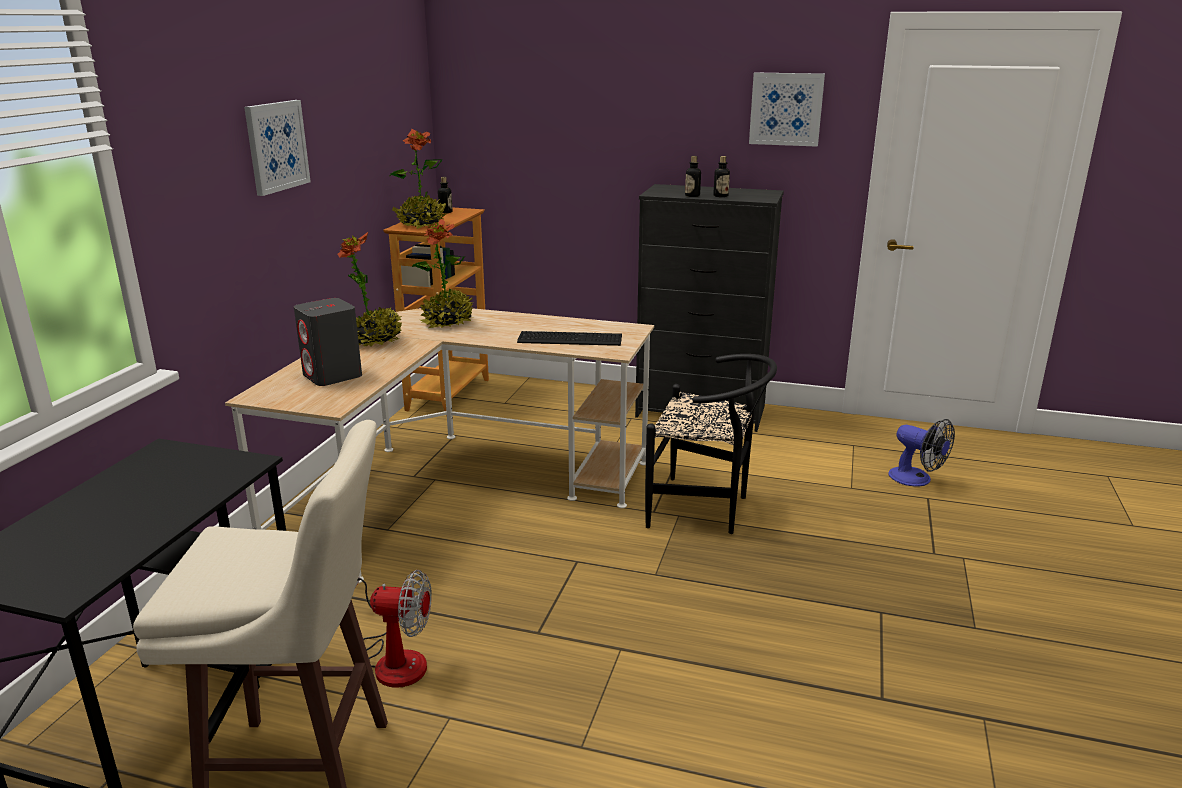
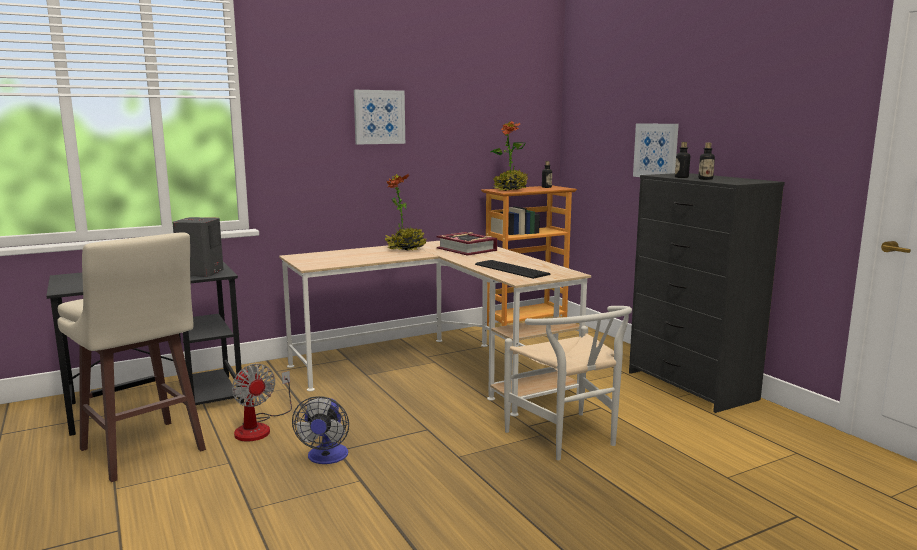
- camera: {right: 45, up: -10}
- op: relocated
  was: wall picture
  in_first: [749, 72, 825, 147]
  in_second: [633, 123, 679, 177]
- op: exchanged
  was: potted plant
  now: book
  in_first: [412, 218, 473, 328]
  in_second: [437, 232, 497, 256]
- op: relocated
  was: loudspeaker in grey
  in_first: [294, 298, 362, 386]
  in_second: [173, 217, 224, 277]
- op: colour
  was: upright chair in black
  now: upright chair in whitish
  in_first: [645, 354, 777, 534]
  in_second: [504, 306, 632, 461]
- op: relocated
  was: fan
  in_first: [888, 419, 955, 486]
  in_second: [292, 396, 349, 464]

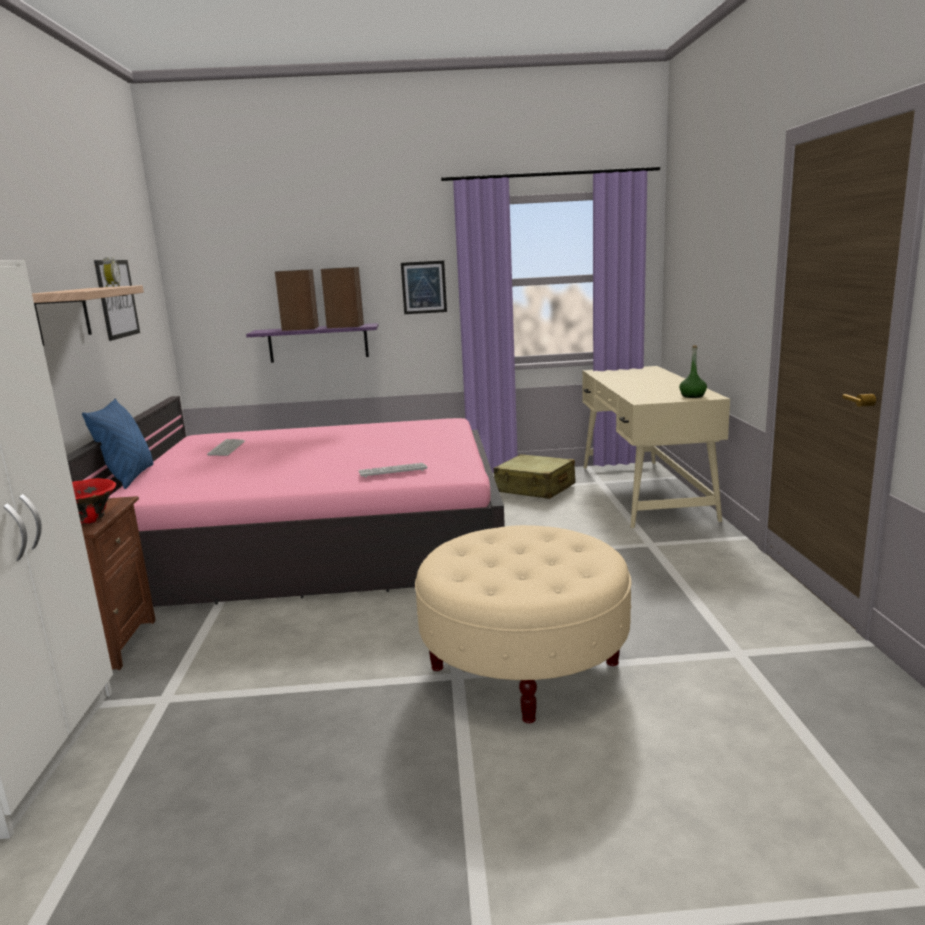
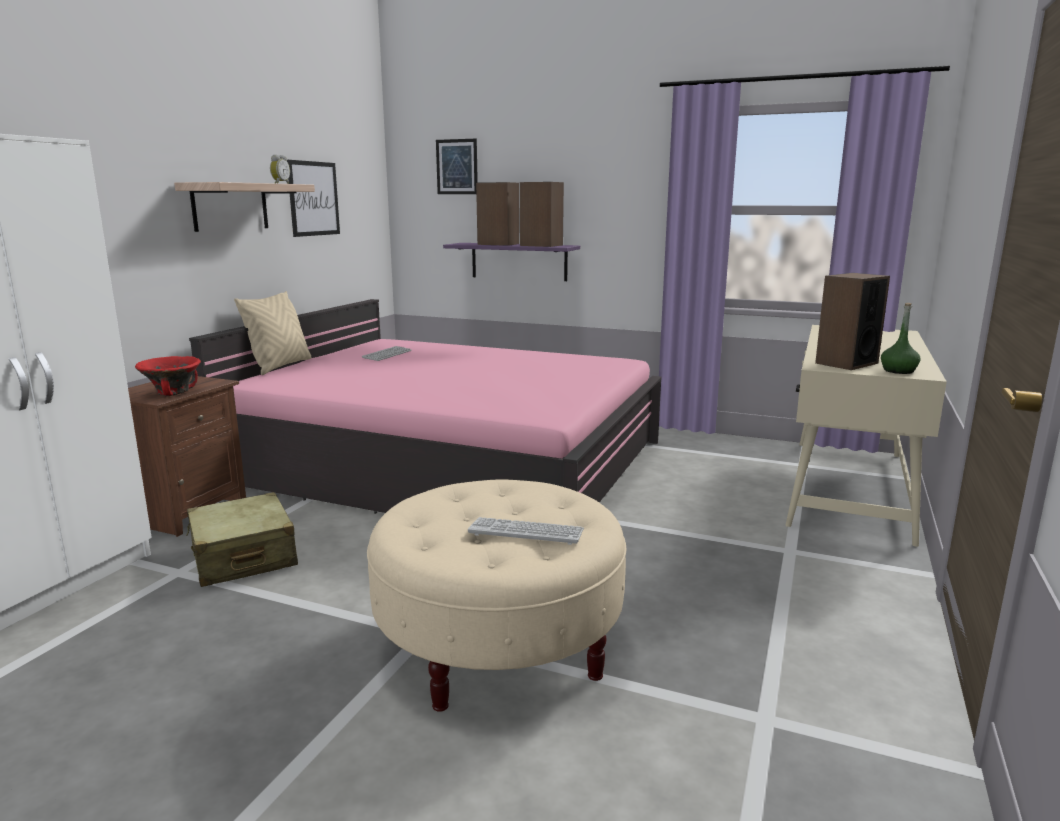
- camera: {right: 25, up: 0}
- op: relocated
  was: wall picture
  in_first: [401, 261, 447, 314]
  in_second: [436, 139, 478, 194]
- op: colour
  was: pillow in blue-coloured
  now: pillow in beige-coloured
  in_first: [82, 398, 153, 489]
  in_second: [234, 291, 312, 375]
- op: relocated
  was: suitcase in beige-coloured
  in_first: [494, 454, 575, 499]
  in_second: [186, 492, 298, 587]
- op: relocated
  was: PC keyboard
  in_first: [359, 463, 427, 477]
  in_second: [468, 517, 584, 545]
- op: appeared
  now: loudspeaker
  in_second: [815, 273, 890, 370]

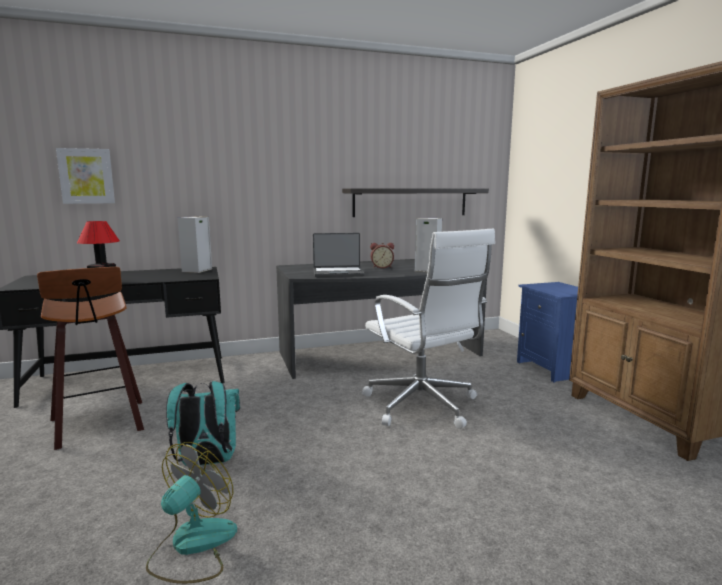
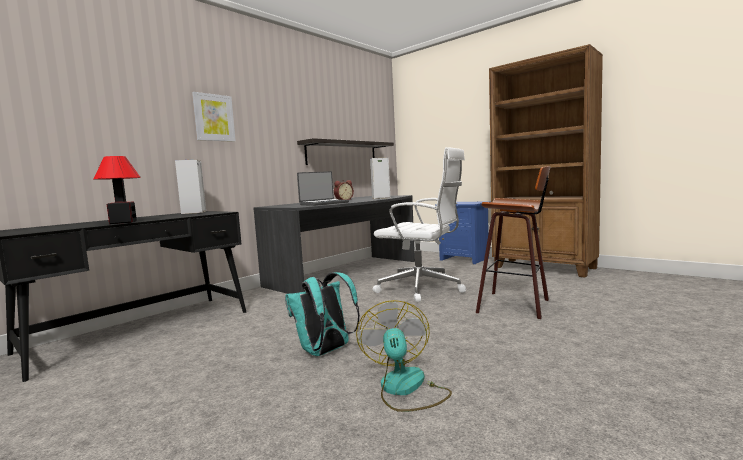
- camera: {right: -30, up: -5}
- op: relocated
  was: wall picture
  in_first: [56, 148, 115, 204]
  in_second: [192, 92, 236, 142]
- op: relocated
  was: stool
  in_first: [37, 267, 144, 450]
  in_second: [476, 166, 551, 319]

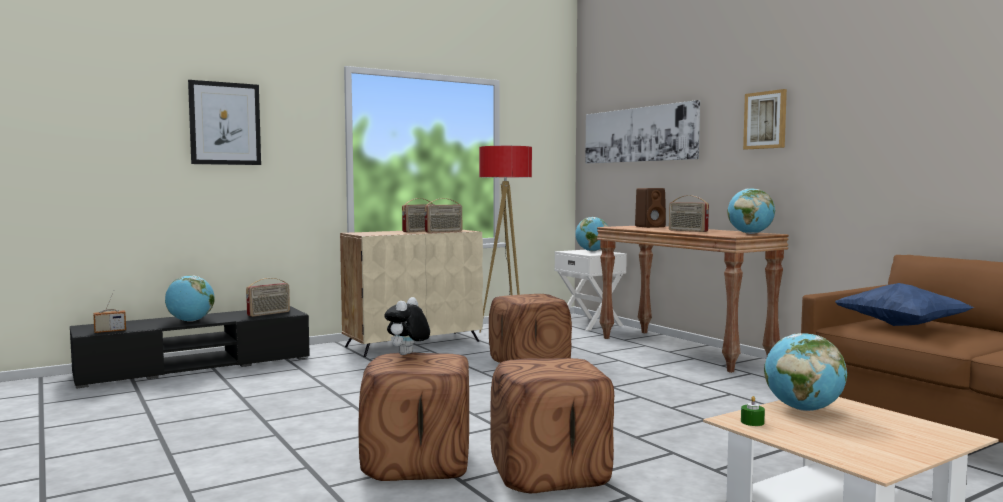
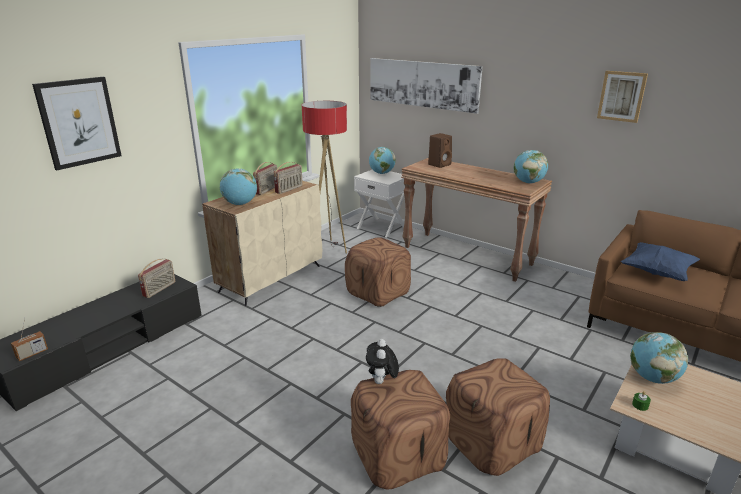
- camera: {right: -20, up: 20}
- op: relocated
  was: wall picture
  in_first: [743, 89, 787, 149]
  in_second: [597, 71, 648, 123]
- op: missing
  was: radio receiver
  in_first: [669, 195, 709, 232]
- op: relocated
  was: desk globe
  in_first: [165, 275, 215, 322]
  in_second: [220, 169, 257, 205]

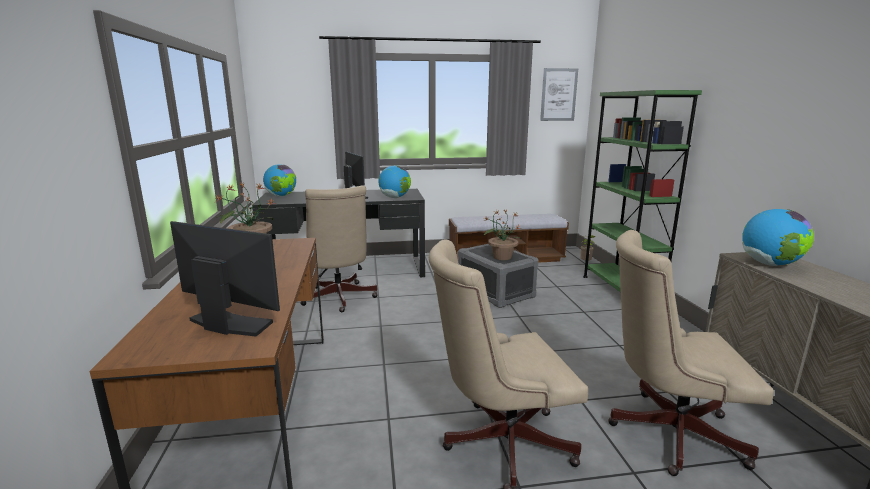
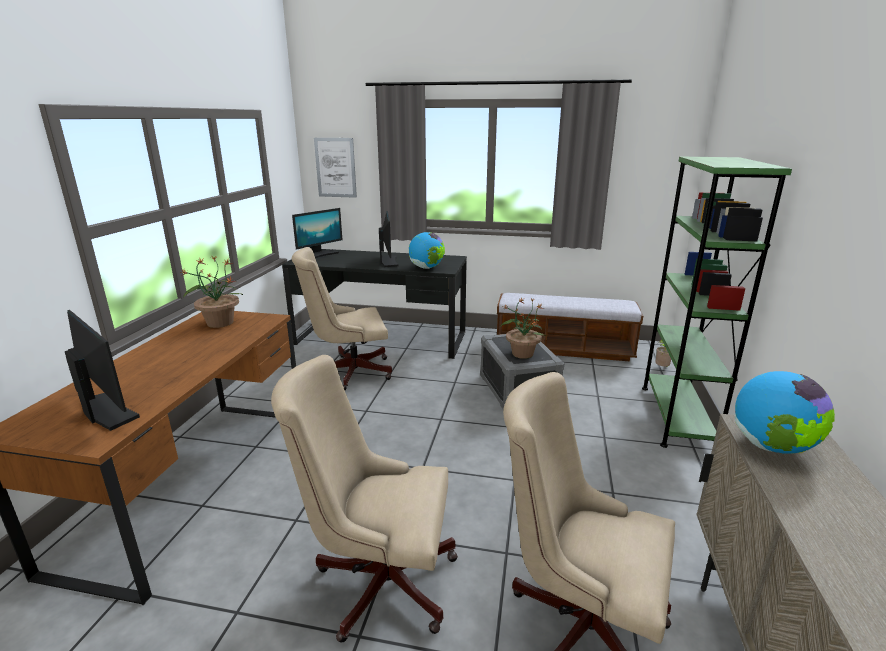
- camera: {right: 20, up: 5}
- op: relocated
  was: wall picture
  in_first: [540, 68, 578, 121]
  in_second: [314, 138, 357, 198]
- op: exchanged
  was: desk globe
  now: monitor
  in_first: [263, 164, 296, 197]
  in_second: [292, 208, 342, 258]
- op: spun
  was: desk chair in beige-coloured
  in_first: [301, 185, 378, 312]
  in_second: [292, 247, 392, 390]
  clockwise: 75

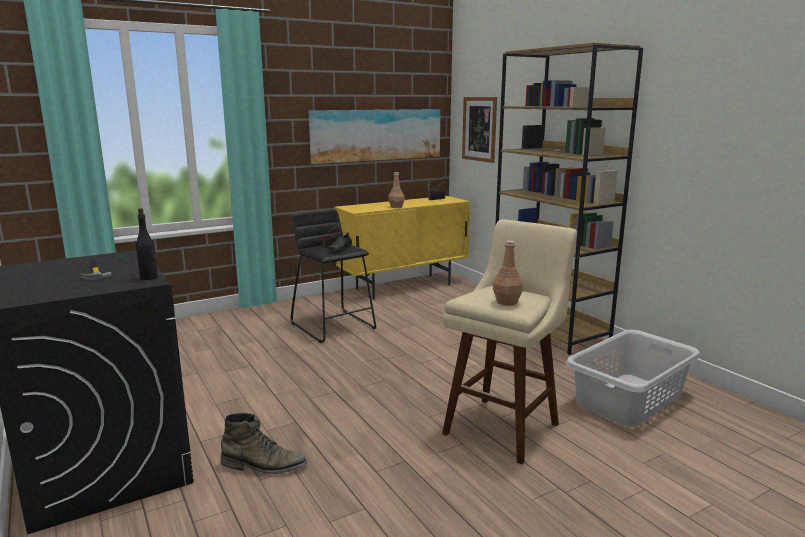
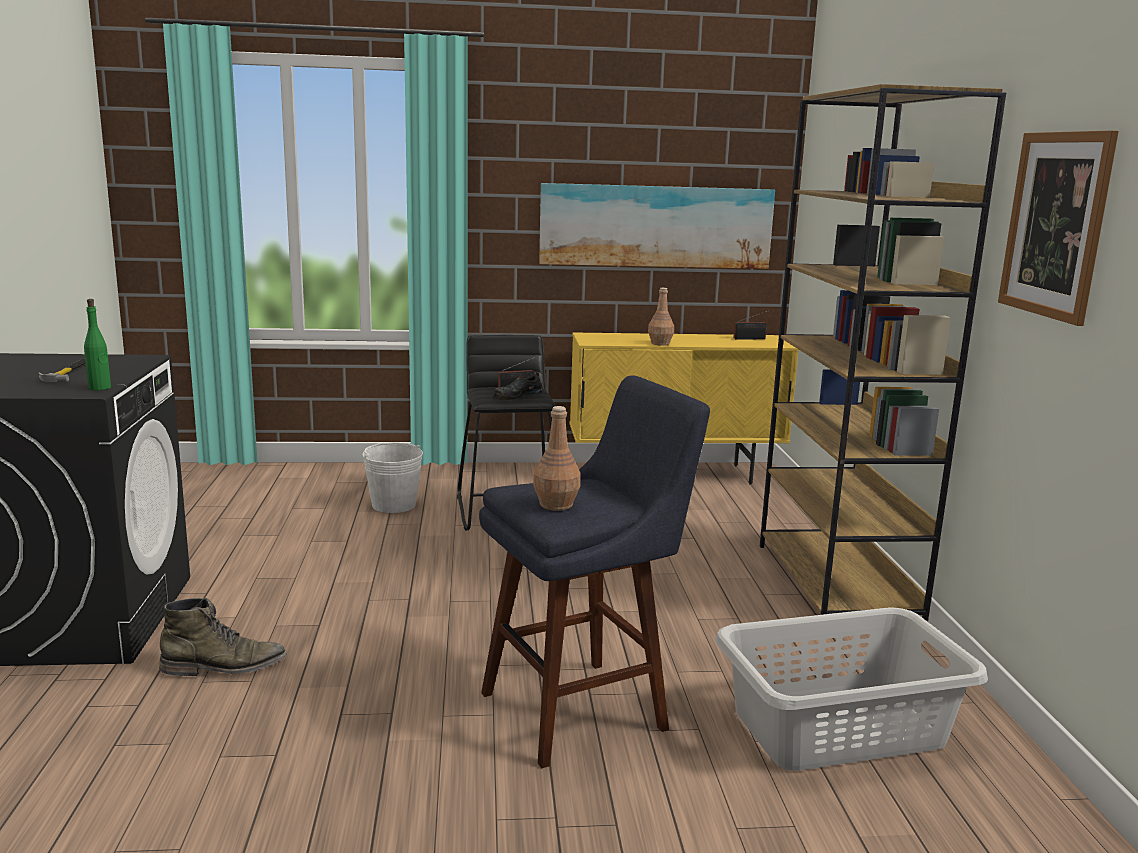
- camera: {right: 25, up: 0}
- op: relocated
  was: wall picture
  in_first: [462, 97, 497, 163]
  in_second: [998, 130, 1119, 326]
- op: colour
  was: drink bottle in black
  now: drink bottle in greenish
  in_first: [136, 208, 158, 280]
  in_second: [84, 299, 111, 390]
- op: colour
  was: stool in beige-coloured
  now: stool in blue-coloured
  in_first: [442, 220, 577, 465]
  in_second: [479, 375, 710, 768]
- op: spun
  was: tall boot in greenish
  in_first: [220, 413, 307, 474]
  in_second: [159, 598, 287, 676]
  clockwise: -45
- op: appeared
  now: water bucket in whitish
  in_second: [362, 442, 423, 513]

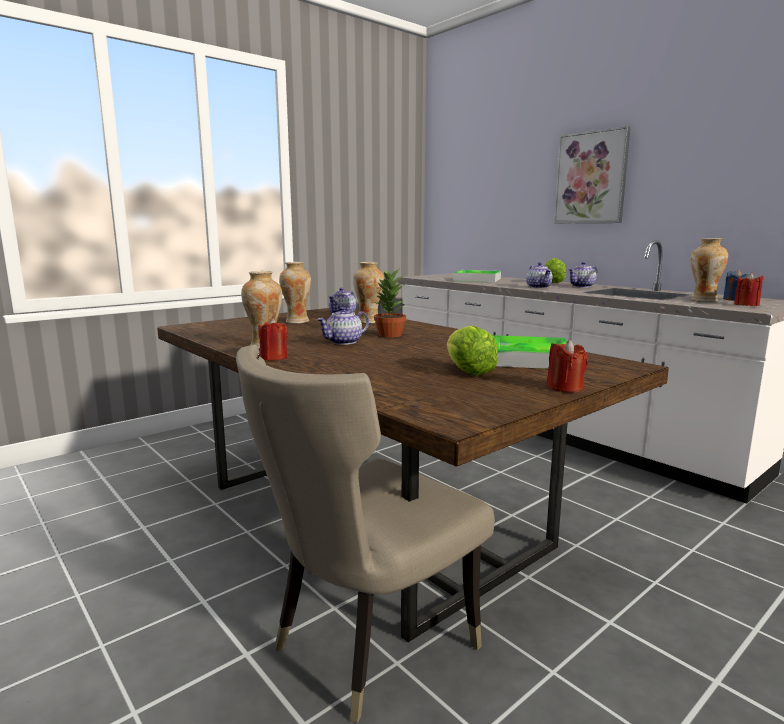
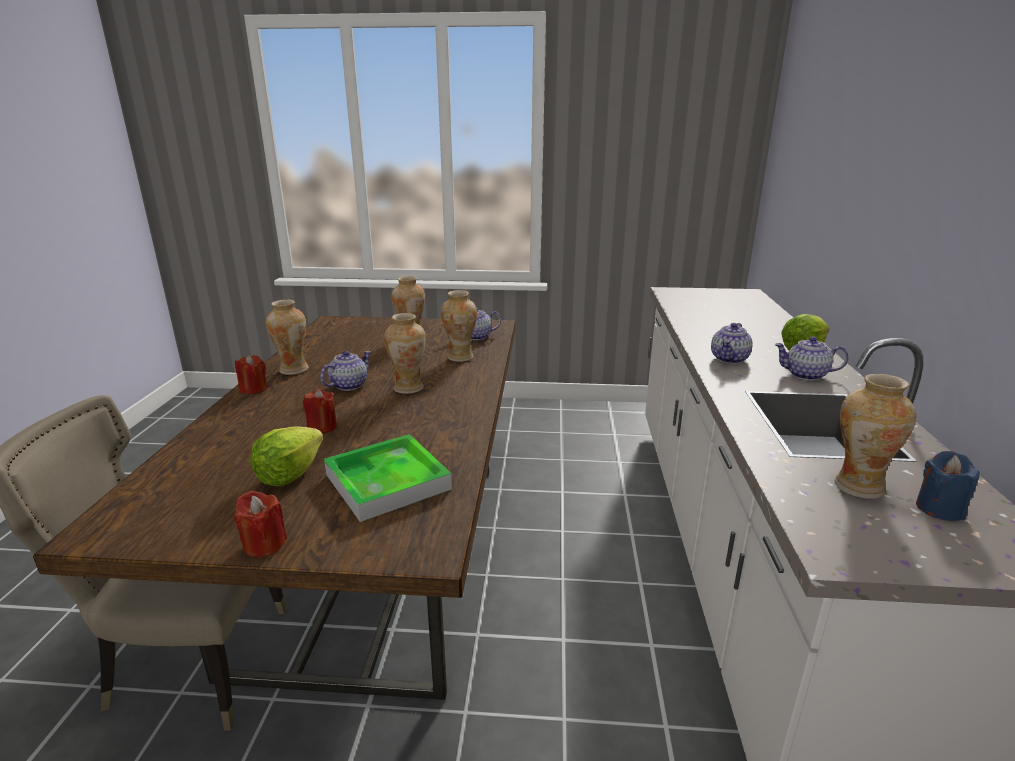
- camera: {right: 45, up: 10}
- op: missing
  was: wall picture
  in_first: [554, 126, 631, 223]
- op: exchanged
  was: potted plant
  now: flower vase
  in_first: [372, 269, 406, 338]
  in_second: [384, 313, 426, 394]
- op: missing
  was: tray
  in_first: [453, 270, 501, 282]
- op: relocated
  was: wax candle in red
  in_first: [734, 273, 764, 306]
  in_second: [303, 389, 337, 434]
- op: spun
  was: pot for tea
  in_first: [317, 307, 369, 345]
  in_second: [320, 351, 371, 391]
  clockwise: 120

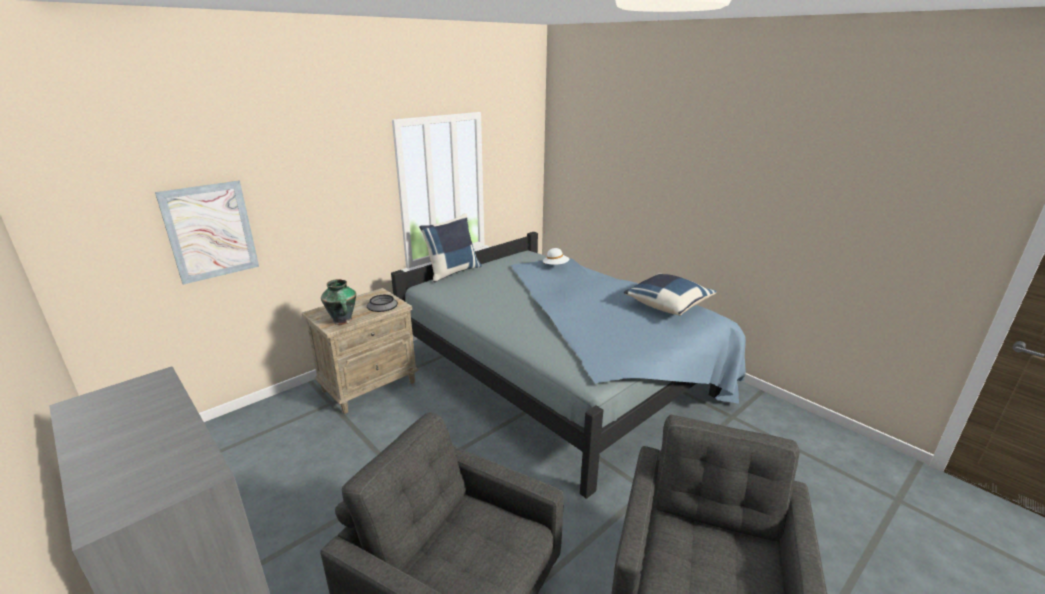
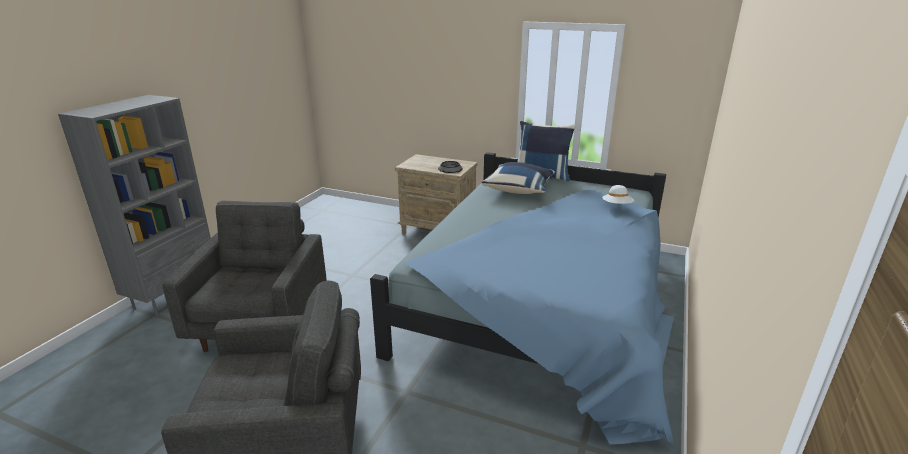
- camera: {right: 65, up: 0}
- op: missing
  was: wall picture
  in_first: [155, 181, 259, 285]
- op: relocated
  was: pillow in blue-coloured
  in_first: [624, 273, 717, 316]
  in_second: [482, 162, 555, 194]
- op: missing
  was: flower vase
  in_first: [321, 279, 356, 325]

